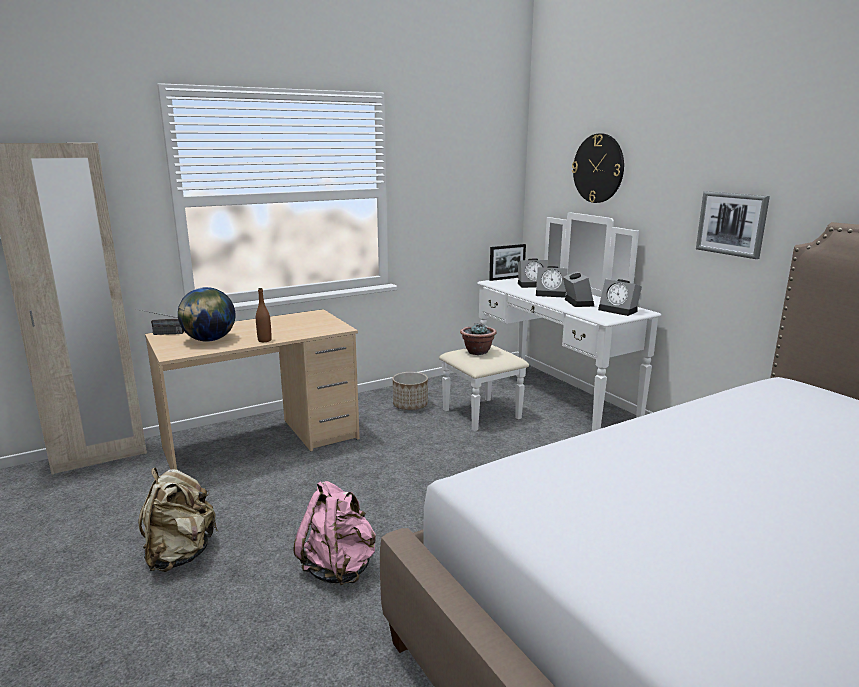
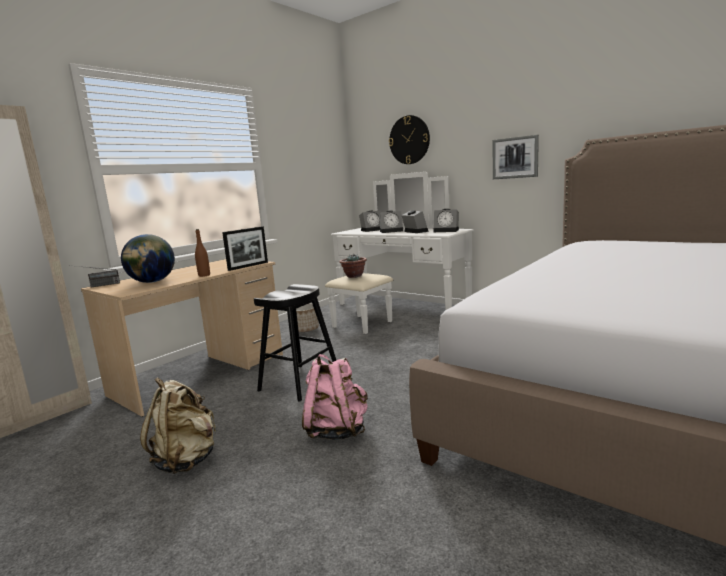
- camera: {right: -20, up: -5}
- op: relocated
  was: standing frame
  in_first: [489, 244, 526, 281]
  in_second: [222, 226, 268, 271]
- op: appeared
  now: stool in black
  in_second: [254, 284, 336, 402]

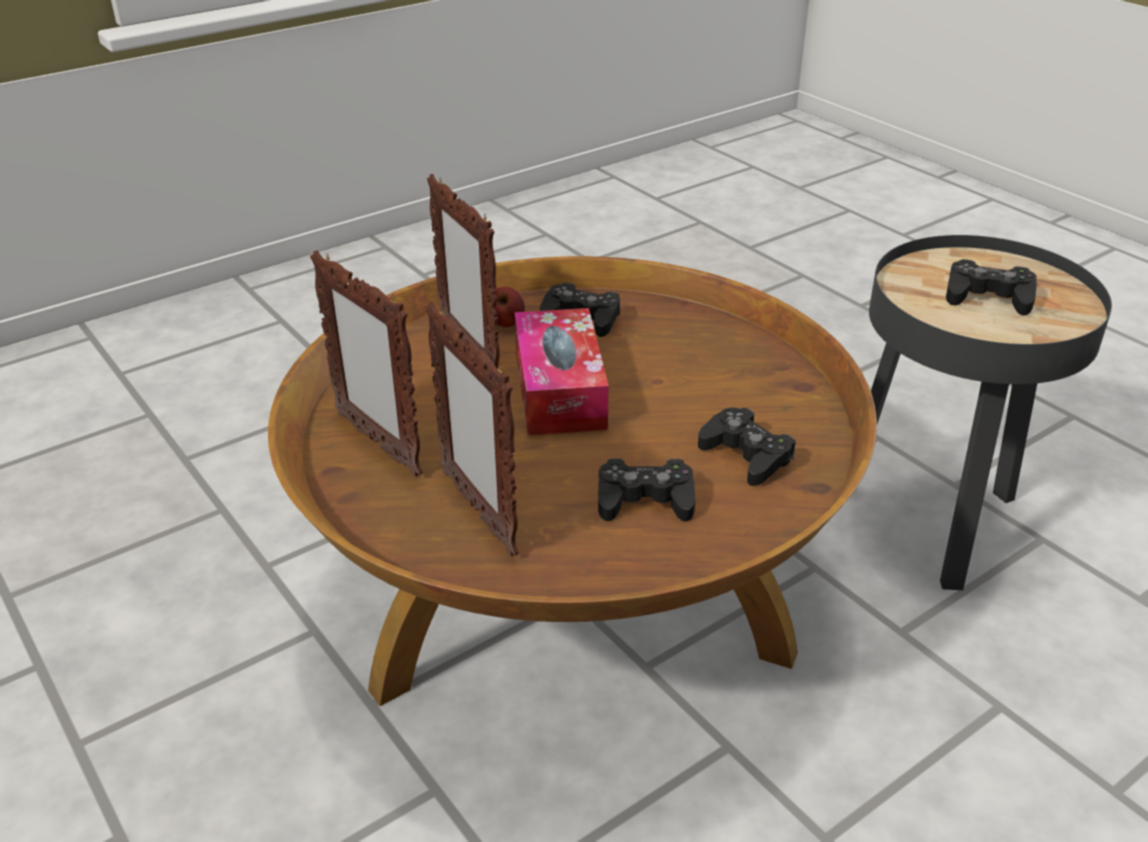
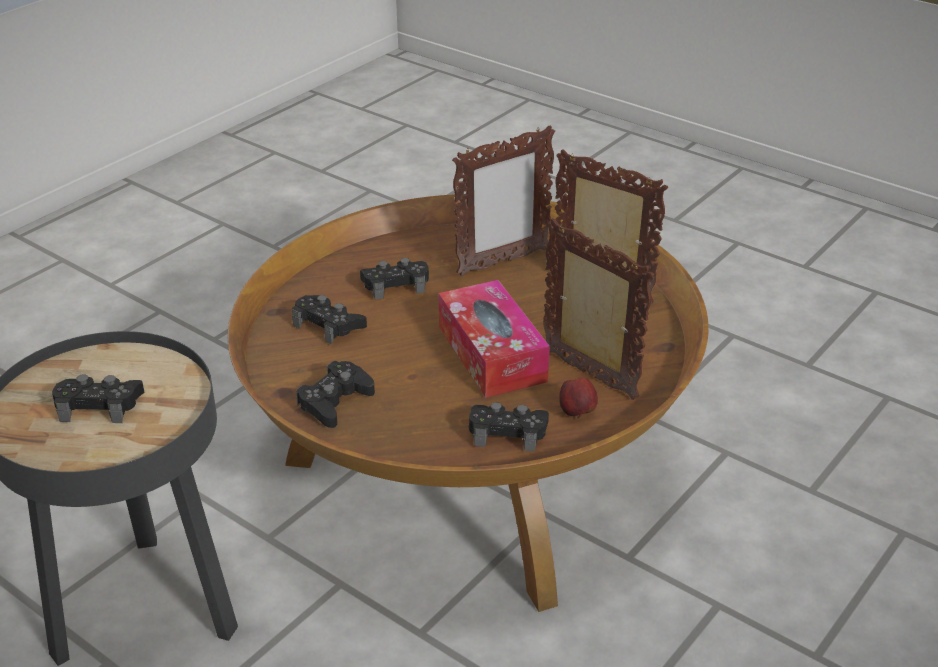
- camera: {right: 165, up: 0}
- op: spun
  was: standing frame
  in_first: [425, 301, 519, 556]
  in_second: [452, 126, 555, 277]
  clockwise: 105
- op: appeared
  now: game controller in black
  in_second: [296, 361, 375, 428]

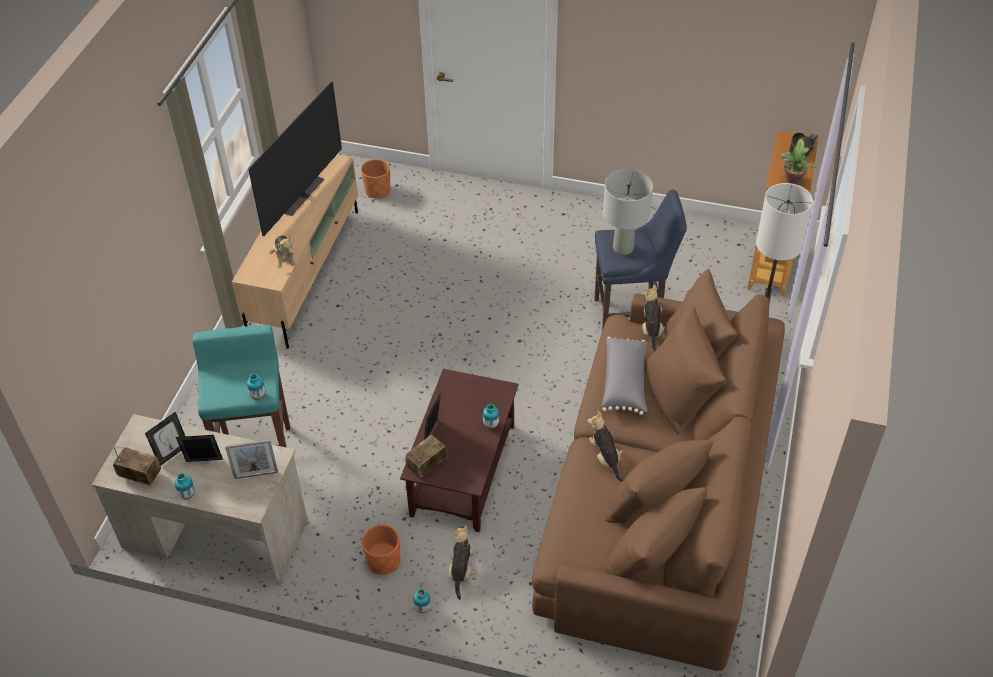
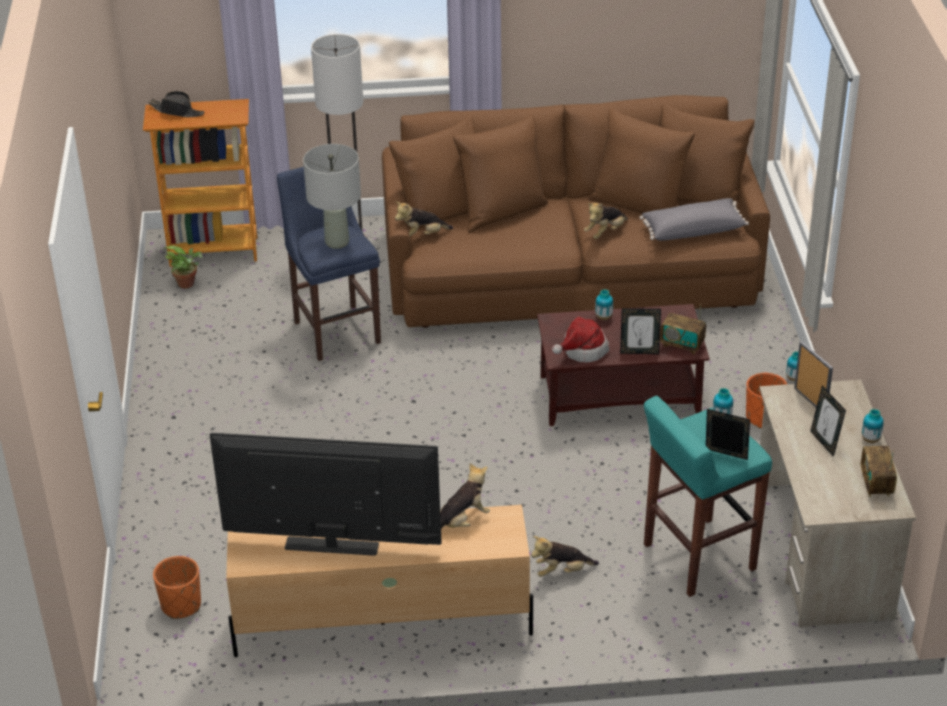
- camera: {right: -110, up: -10}
- op: relocated
  was: potted plant
  in_first: [780, 138, 816, 185]
  in_second: [165, 245, 203, 288]
- op: relocated
  was: pillow in grey
  in_first: [602, 336, 648, 415]
  in_second: [639, 198, 749, 241]
- op: relocated
  was: standing frame
  in_first: [145, 412, 185, 466]
  in_second: [706, 409, 750, 460]
- op: relocated
  was: soft toy
  in_first: [449, 525, 476, 600]
  in_second: [531, 536, 599, 577]
- op: appeared
  now: hat
  in_second: [552, 317, 609, 363]

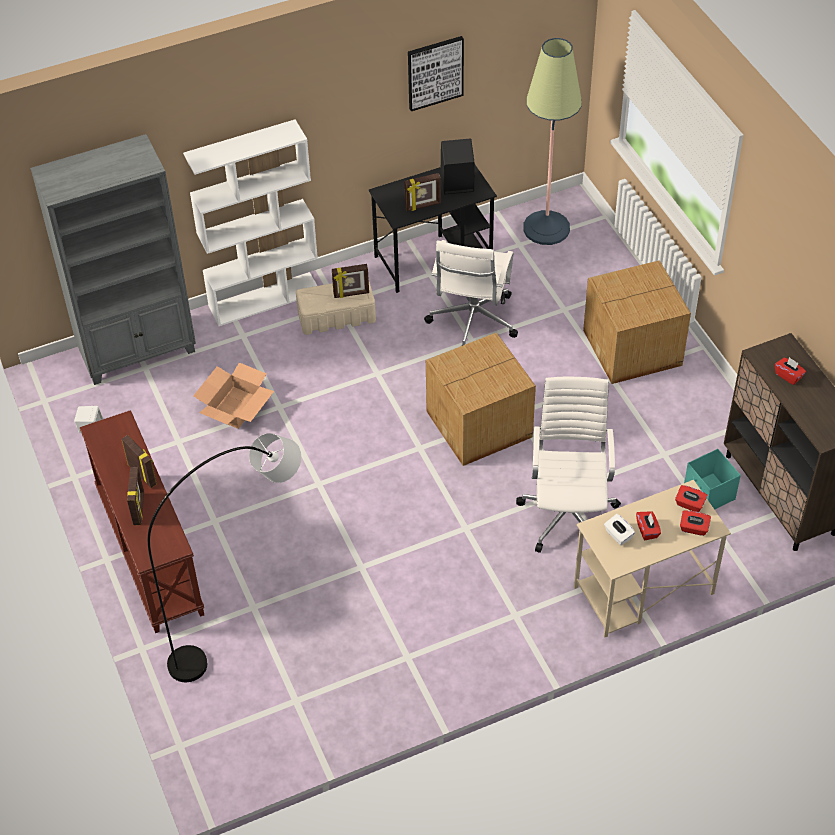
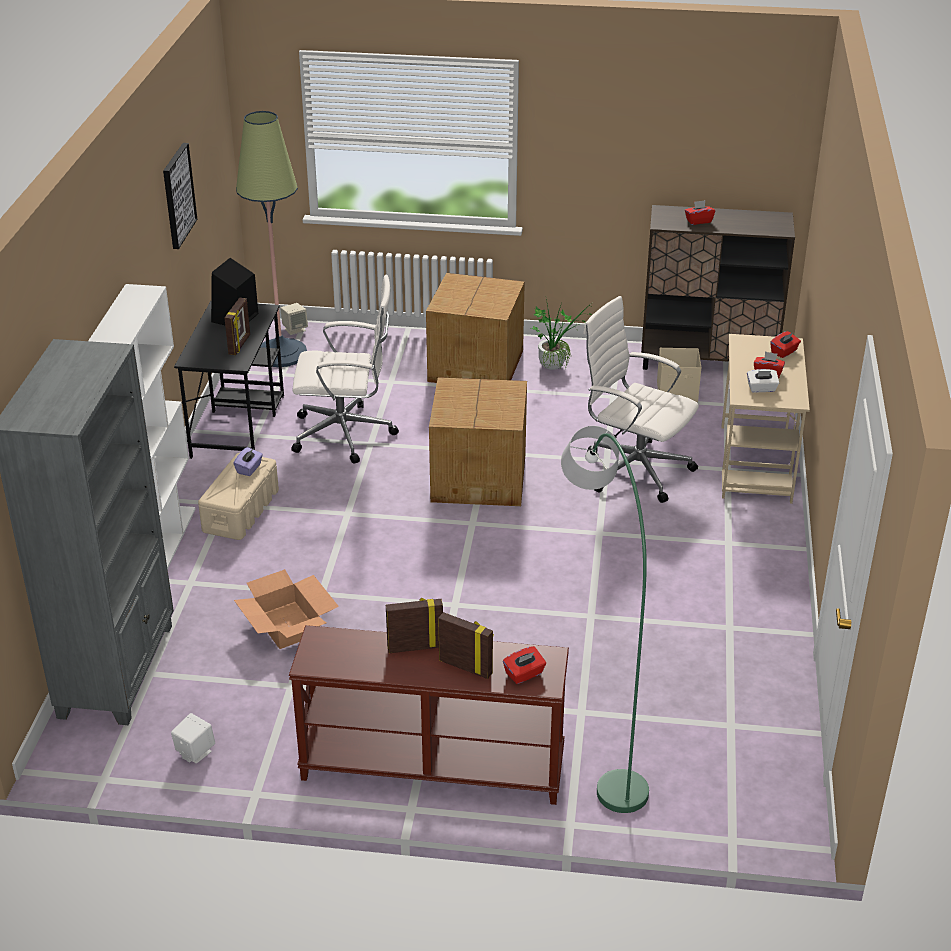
- camera: {right: -60, up: -15}
- op: spun
  was: desk chair in whitish
  in_first: [424, 240, 518, 346]
  in_second: [291, 275, 399, 464]
  clockwise: -45
- op: exchanged
  was: standing frame
  now: tissue holder in purplish
  in_first: [332, 264, 369, 298]
  in_second: [233, 447, 263, 476]
- op: colour
  was: floor lamp in grey
  now: floor lamp in greenish
  in_first: [148, 433, 301, 682]
  in_second: [561, 426, 649, 813]
- op: colour
  was: storage bin in turquoise-coloured
  now: storage bin in beige-coloured
  in_first: [684, 449, 741, 510]
  in_second: [657, 348, 702, 402]
- op: relocated
  was: tissue holder in red
  in_first: [675, 485, 707, 512]
  in_second: [503, 646, 546, 684]
- op: appeared
  now: potted plant
  in_second: [531, 294, 594, 370]
- op: appeared
  now: loudspeaker in beige-coloured
  in_second: [280, 303, 308, 335]

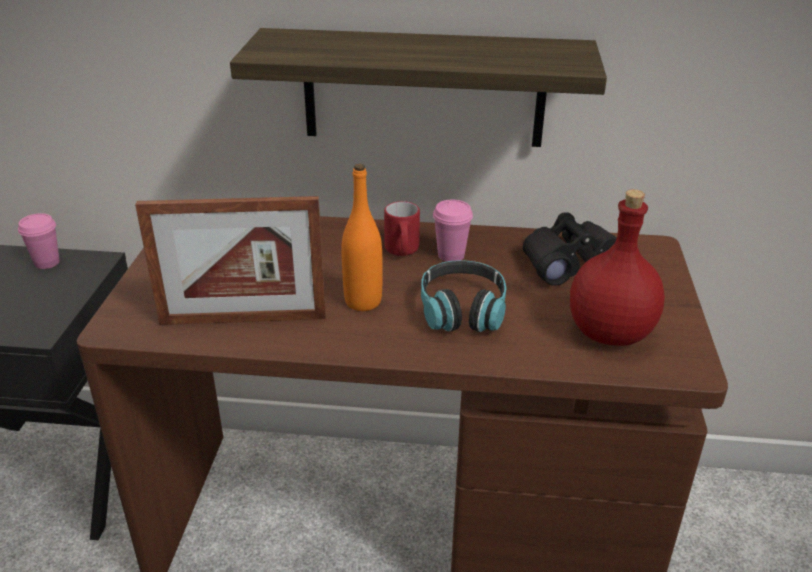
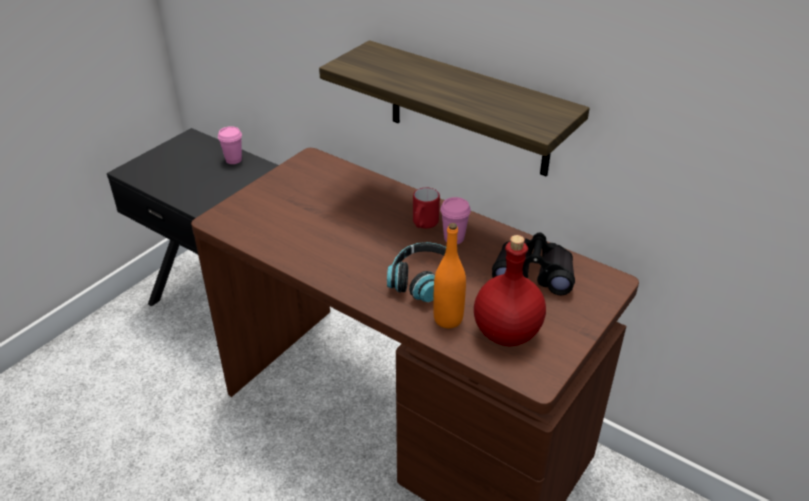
- camera: {right: 30, up: 5}
- op: relocated
  was: drink bottle in orange-coloured
  in_first: [341, 164, 382, 311]
  in_second: [433, 223, 466, 328]
- op: missing
  was: standing frame
  in_first: [135, 196, 326, 325]

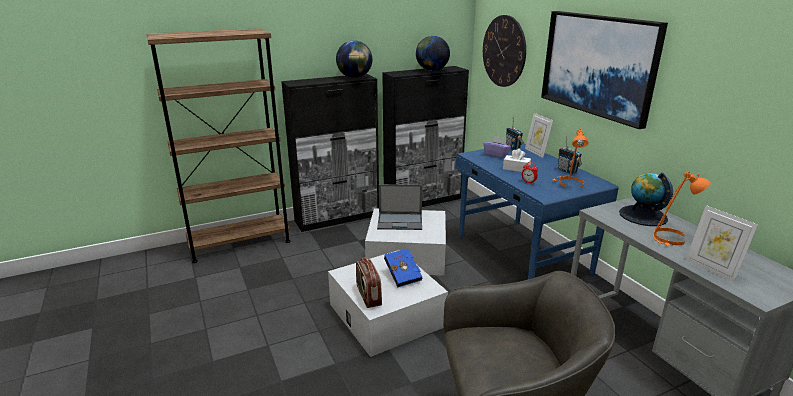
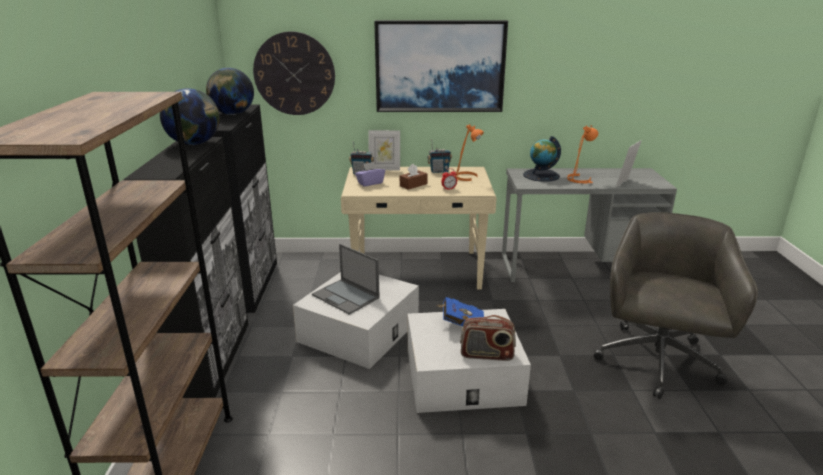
- camera: {right: -65, up: 0}
- op: colour
  was: desk table in blue-coloured
  now: desk table in beige-coloured
  in_first: [456, 143, 619, 279]
  in_second: [341, 167, 497, 289]
- op: colour
  was: tissue holder in whitish
  now: tissue holder in brownish
  in_first: [503, 149, 531, 172]
  in_second: [400, 164, 427, 190]
- op: spun
  was: notebook computer
  in_first: [377, 184, 422, 230]
  in_second: [312, 244, 380, 315]
  clockwise: 105
- op: spun
  was: standing frame
  in_first: [686, 205, 758, 282]
  in_second: [616, 140, 642, 187]
  clockwise: 135

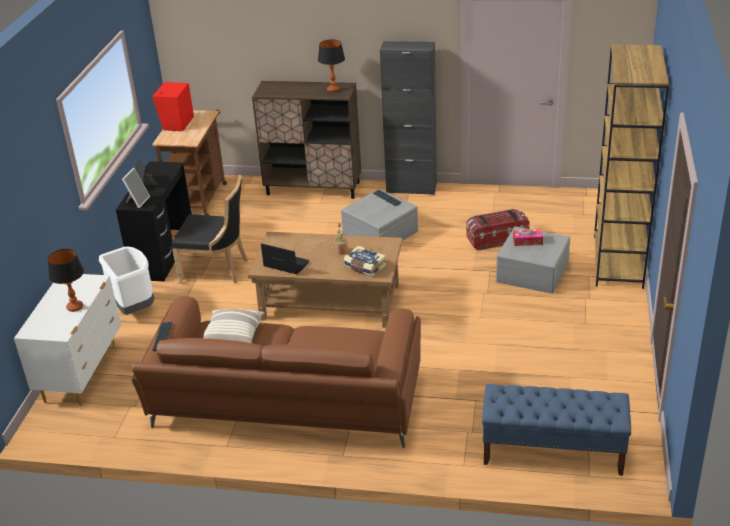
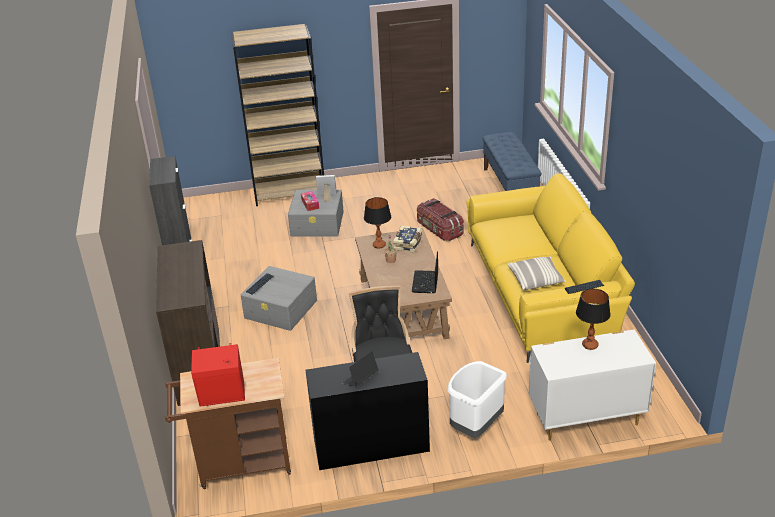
- camera: {right: -110, up: 0}
- op: relocated
  was: table lamp
  in_first: [318, 40, 345, 92]
  in_second: [364, 197, 391, 248]
- op: relocated
  was: standing frame
  in_first: [122, 168, 150, 208]
  in_second: [316, 175, 337, 201]
- op: relocated
  was: storage bin
  in_first: [467, 209, 530, 251]
  in_second: [417, 198, 464, 241]
- op: colour
  was: couch in brownish
  now: couch in yellow
  in_first: [131, 296, 421, 448]
  in_second: [467, 173, 635, 363]

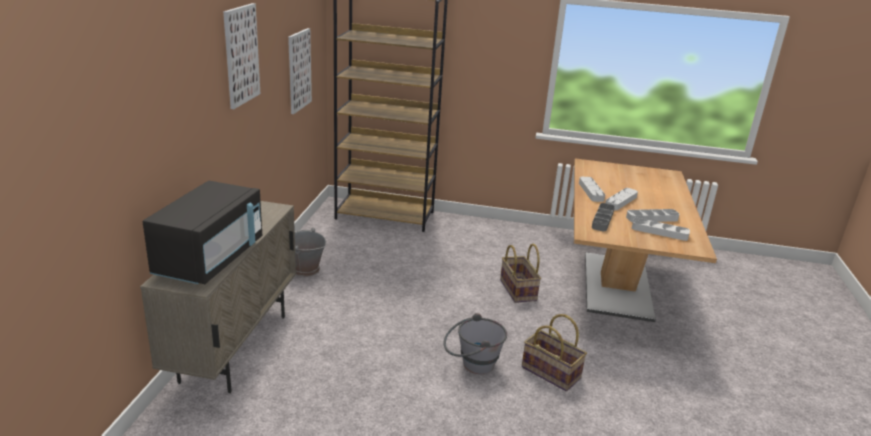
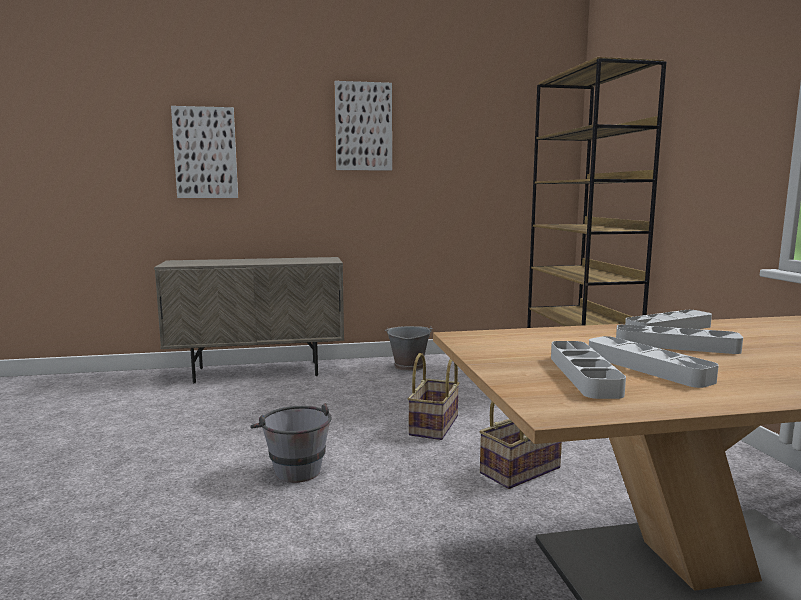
- camera: {right: 70, up: -15}
- op: relocated
  was: wall picture
  in_first: [288, 28, 312, 114]
  in_second: [171, 106, 238, 198]
- op: missing
  was: kitchen microwave in black
  in_first: [143, 181, 262, 284]
- op: missing
  was: tray in grey
  in_first: [592, 203, 615, 231]
- op: relocated
  was: storage basket
  in_first: [522, 314, 587, 391]
  in_second: [408, 353, 460, 440]

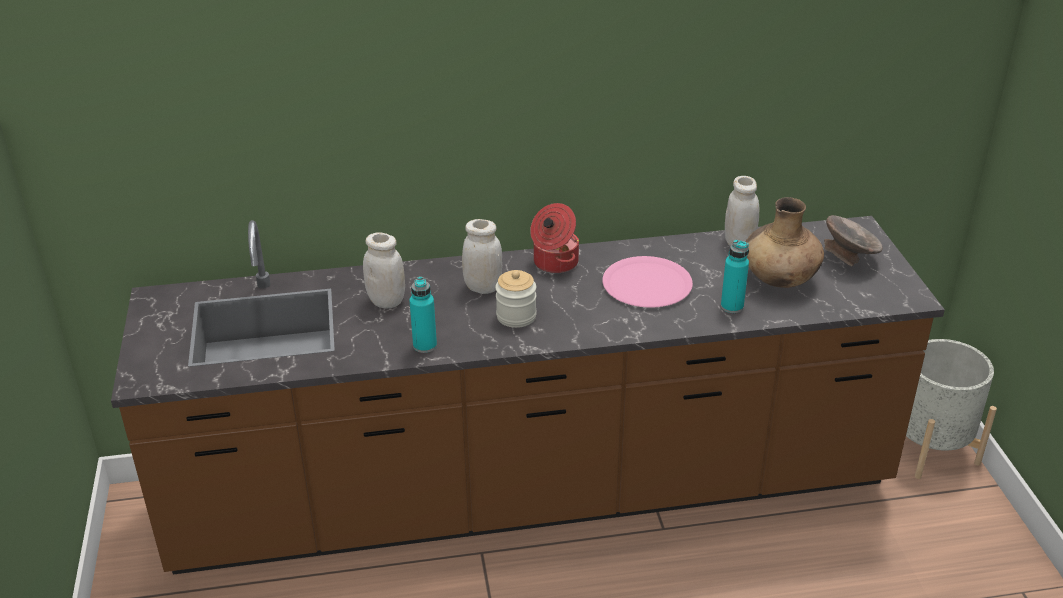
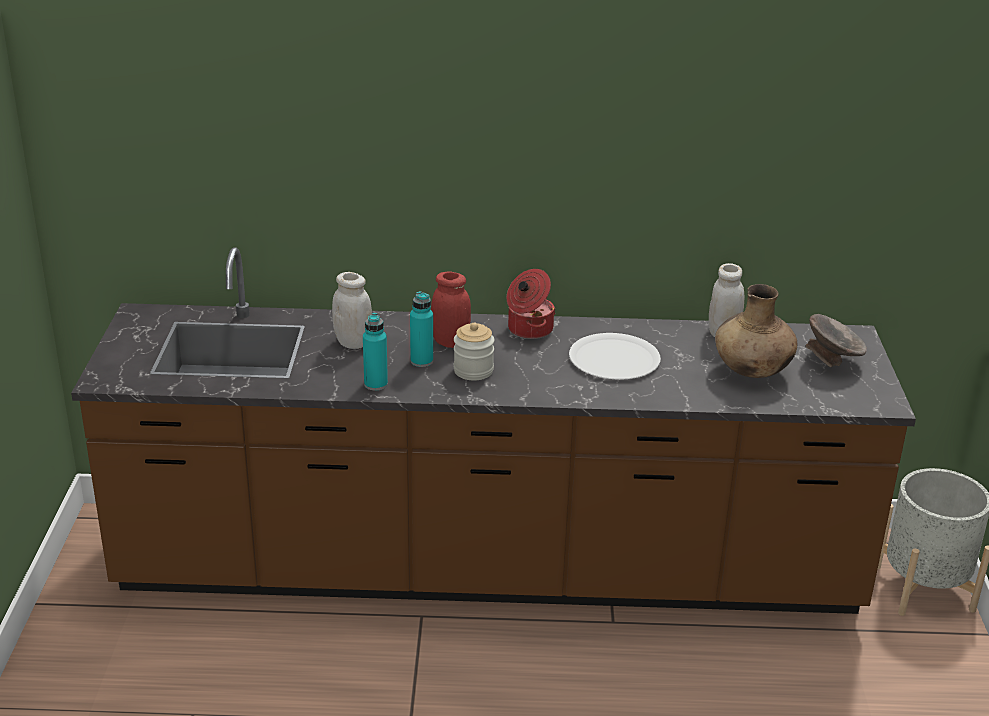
- camera: {right: 10, up: -5}
- op: colour
  was: jar in whitish
  now: jar in red
  in_first: [462, 219, 502, 294]
  in_second: [431, 272, 471, 348]
- op: relocated
  was: drink bottle in turquoise-coloured
  in_first: [721, 240, 749, 313]
  in_second: [410, 291, 433, 367]
- op: colour
  was: dinner plate in pinkish
  now: dinner plate in whitish
  in_first: [602, 256, 693, 308]
  in_second: [569, 333, 661, 379]

